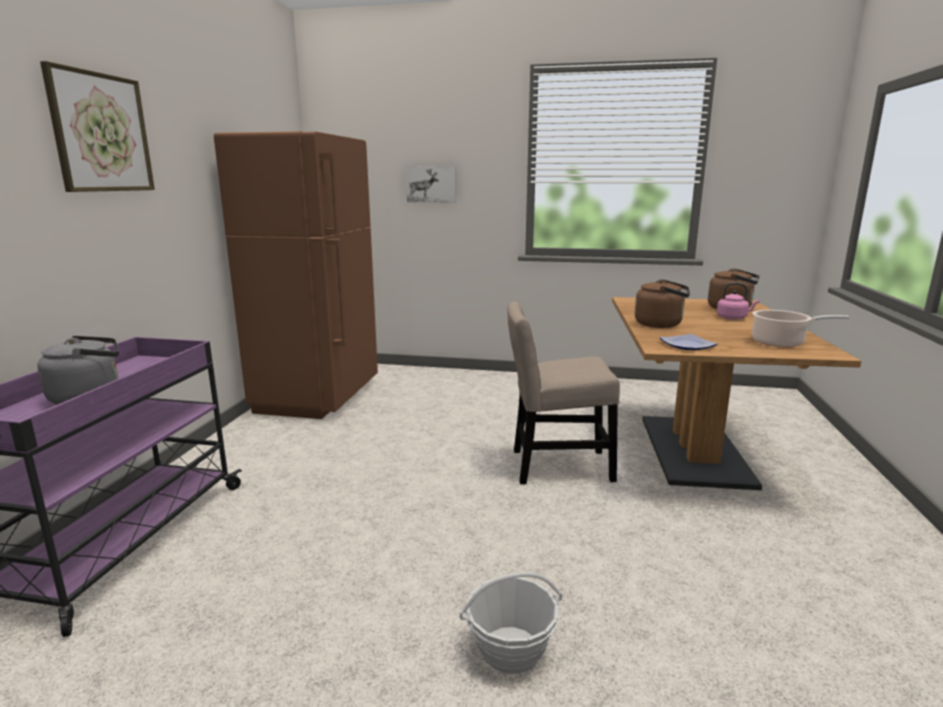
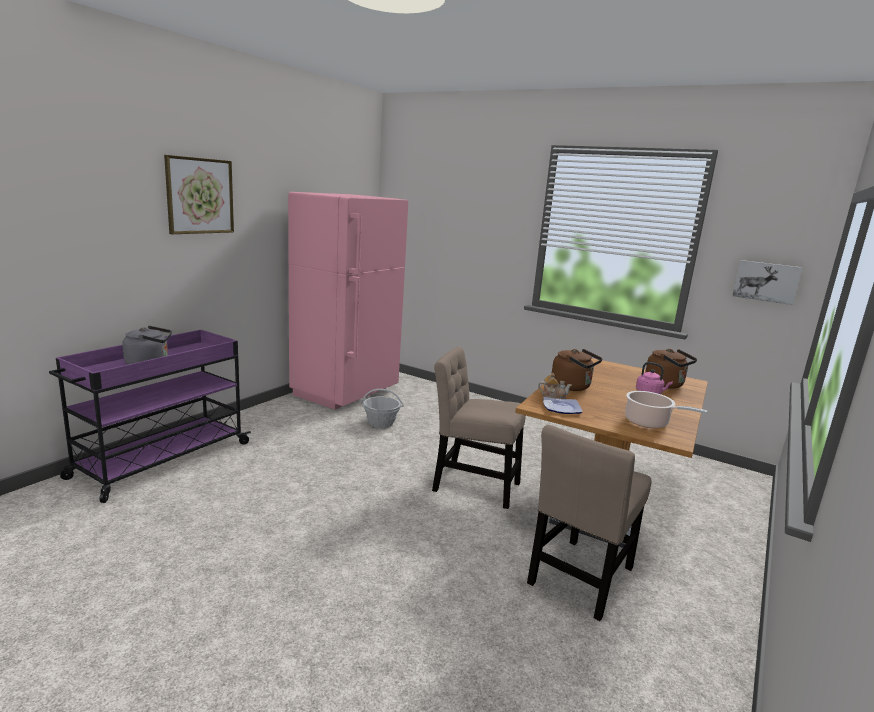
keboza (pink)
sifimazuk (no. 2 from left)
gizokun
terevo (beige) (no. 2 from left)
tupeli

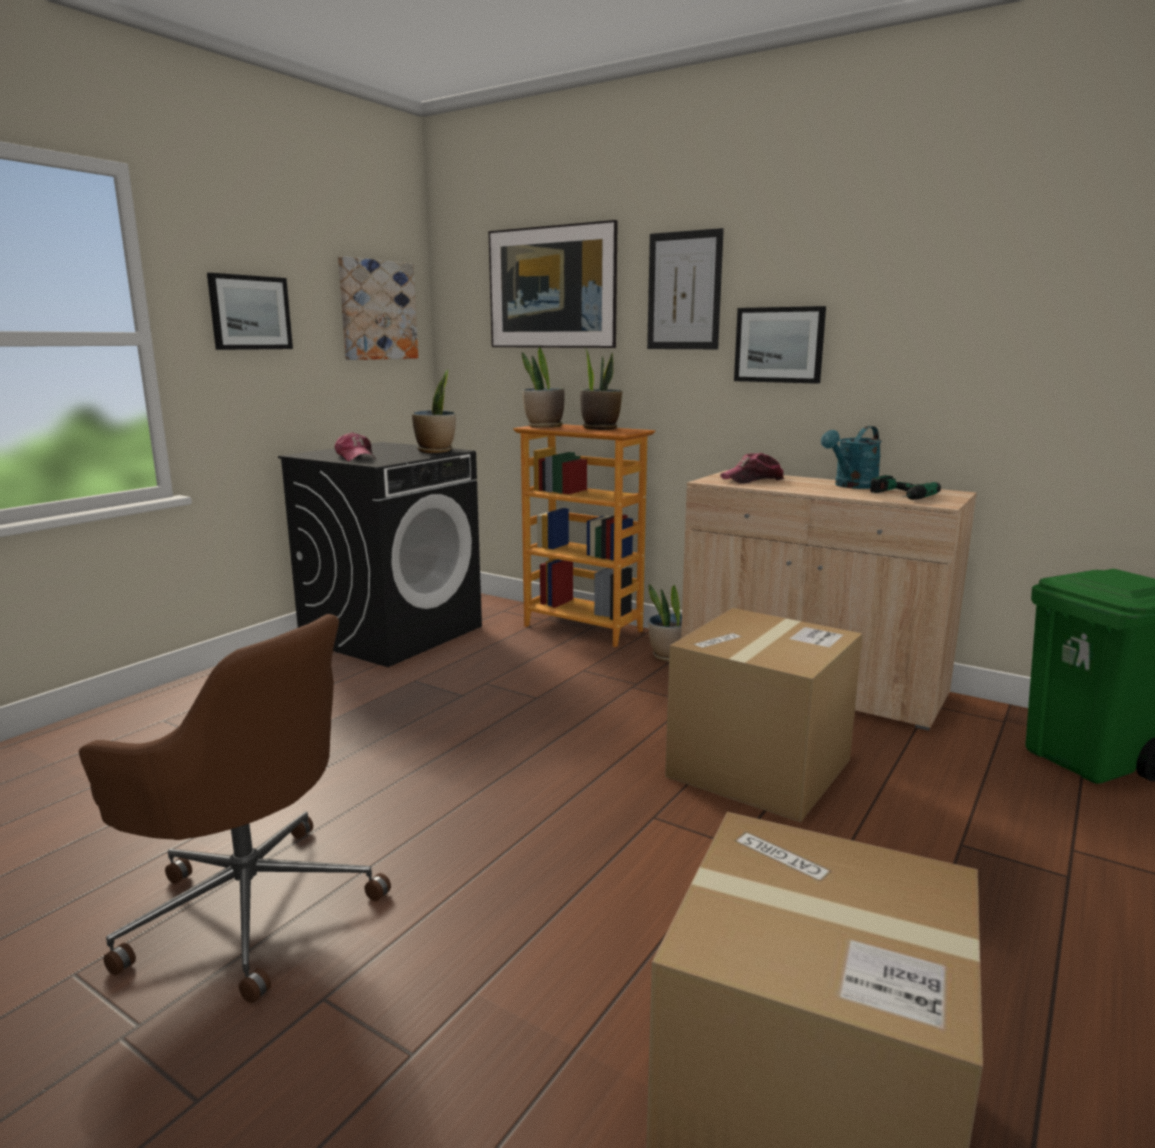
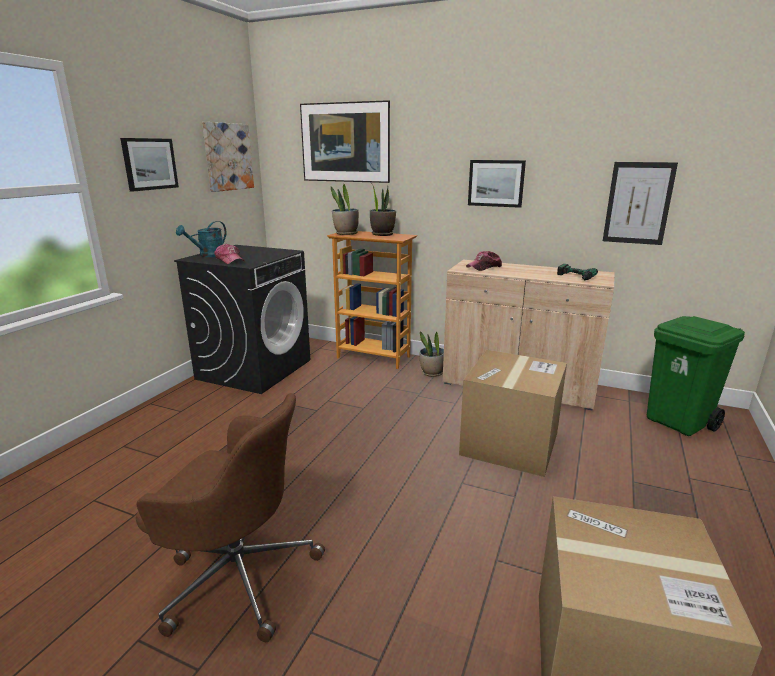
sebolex (no. 1 from left in the first image)
sifimazuk (no. 5 from left)
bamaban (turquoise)

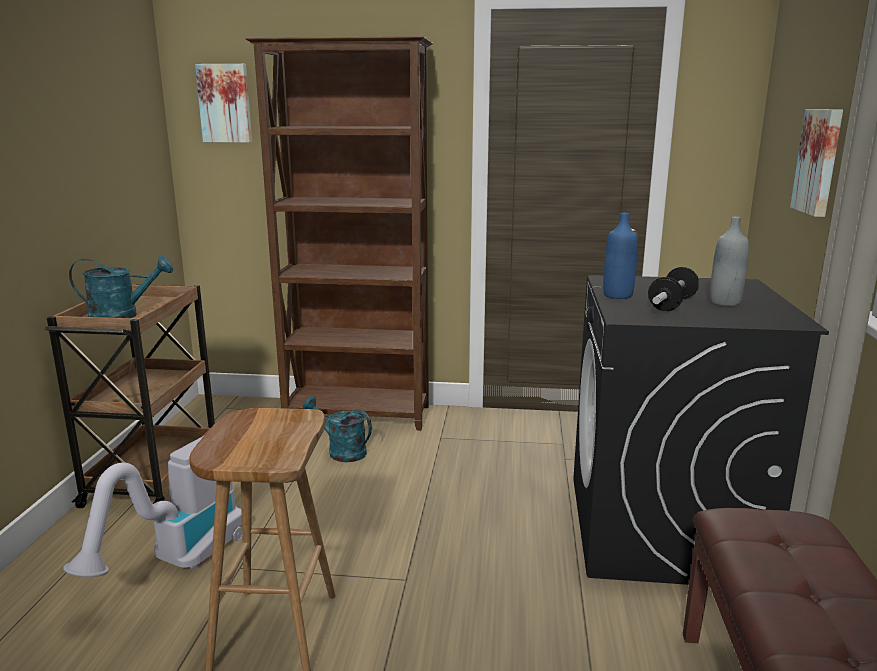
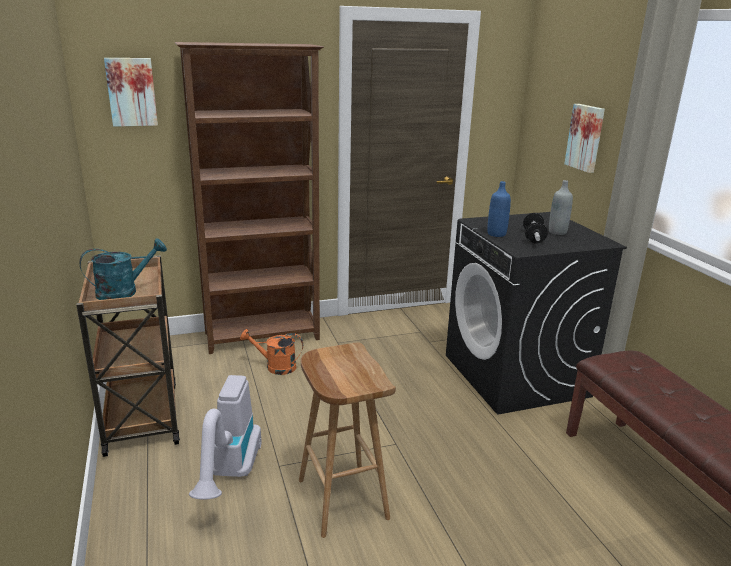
bamaban (orange)

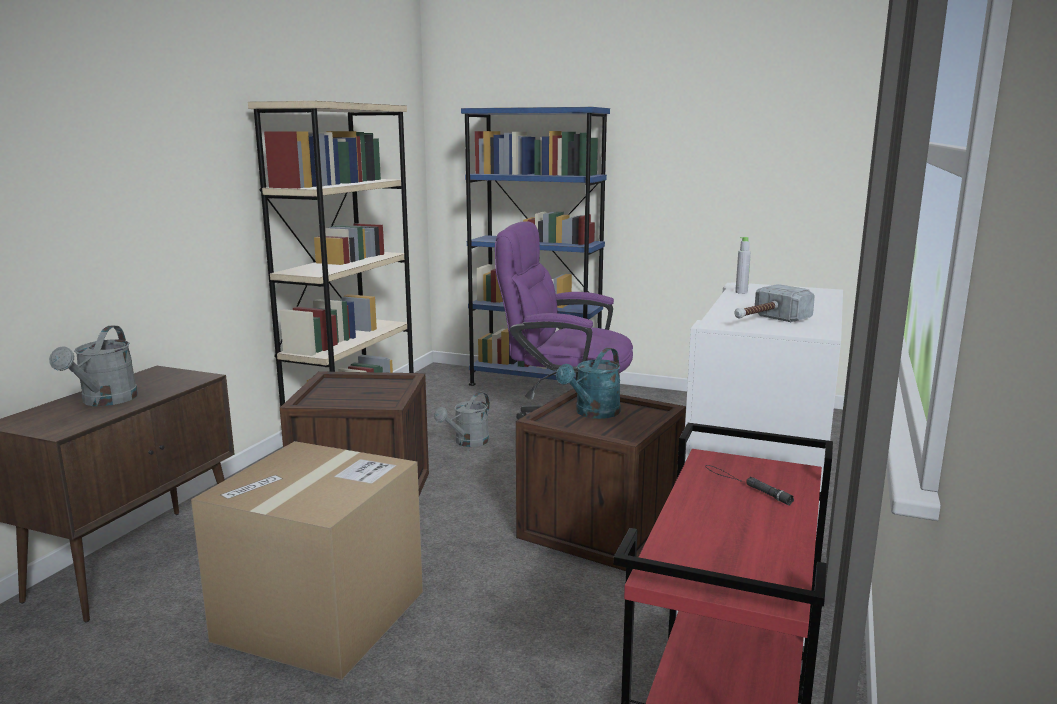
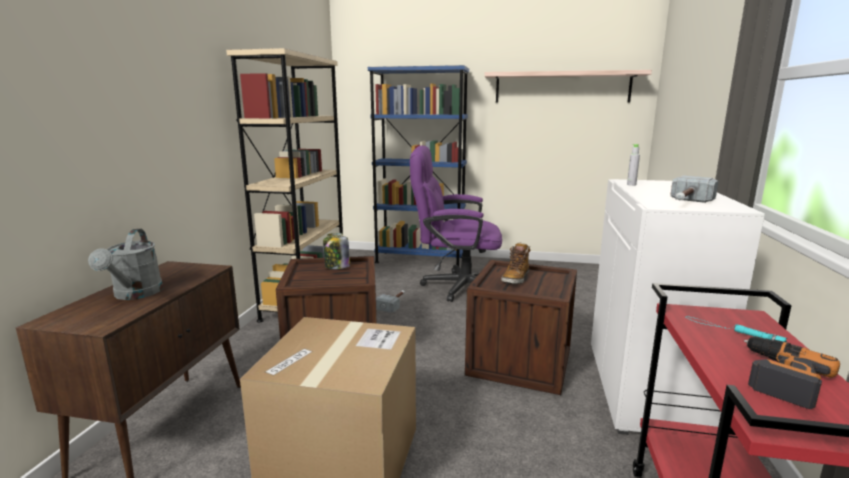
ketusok (no. 1 from left)
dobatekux
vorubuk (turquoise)
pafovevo
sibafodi
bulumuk

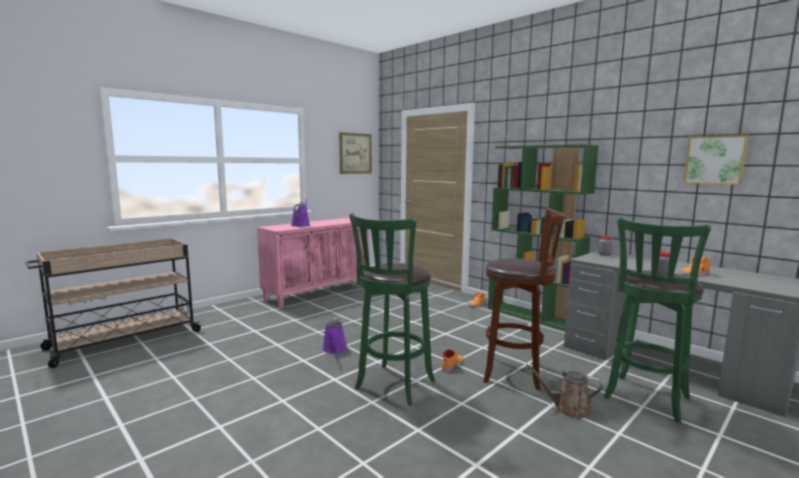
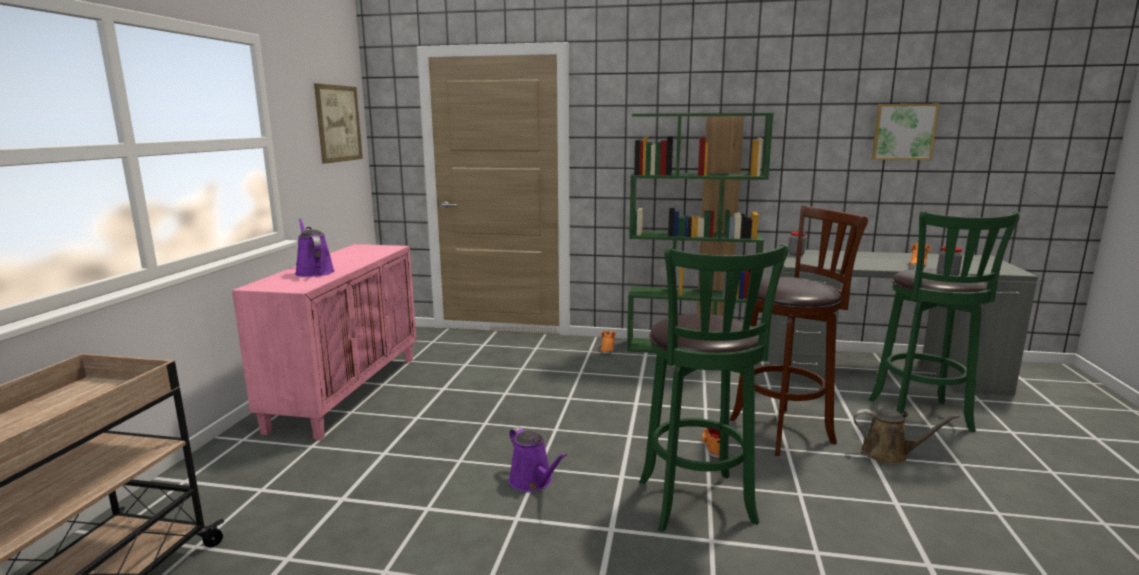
bamaban (brown)

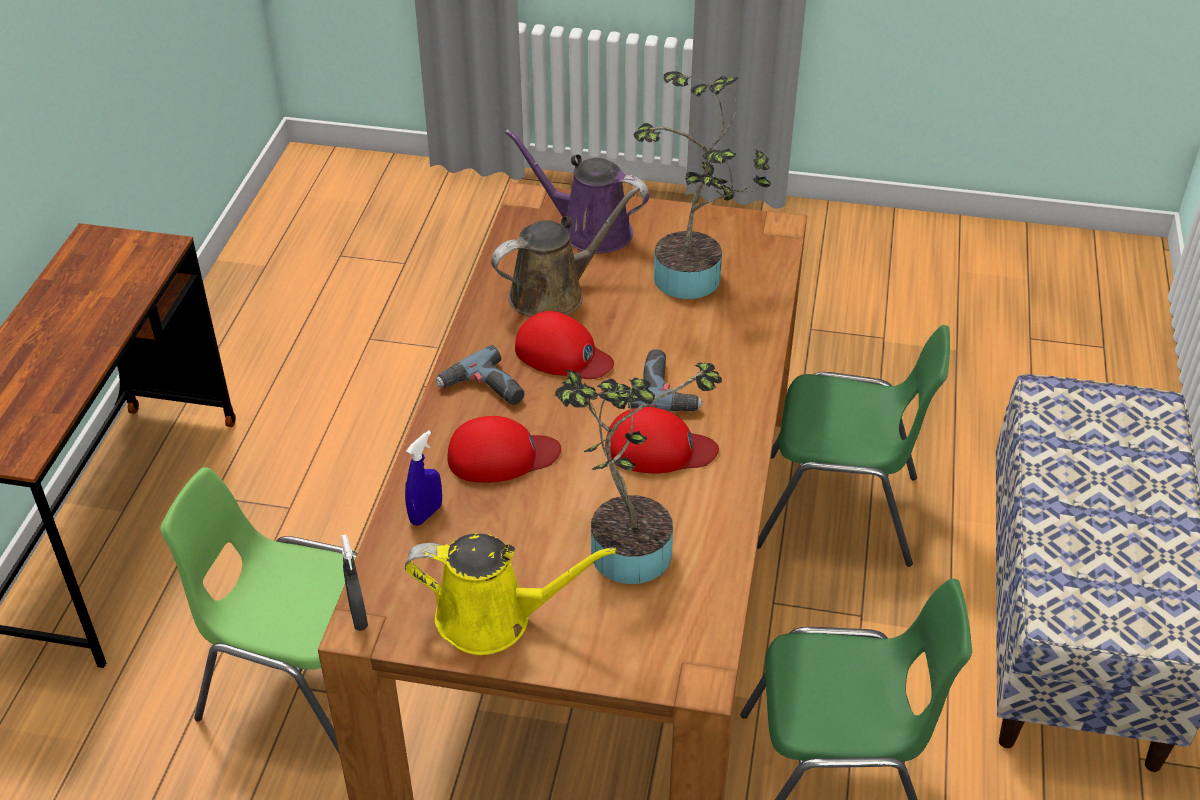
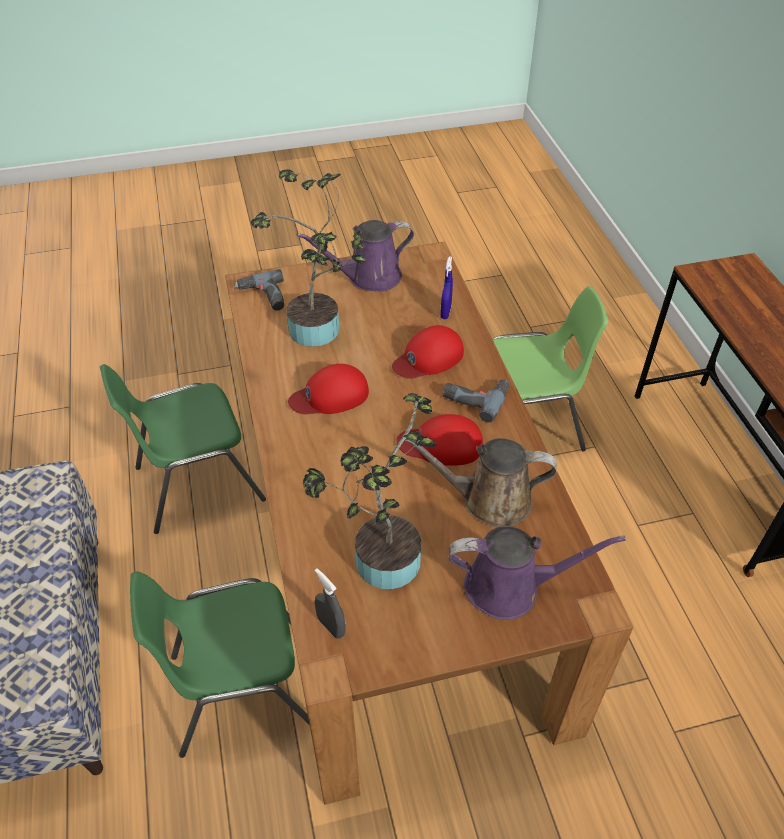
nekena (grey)
bamaban (purple) (no. 1 from left)
bamaban (brown)
bulumuk (no. 1 from left)

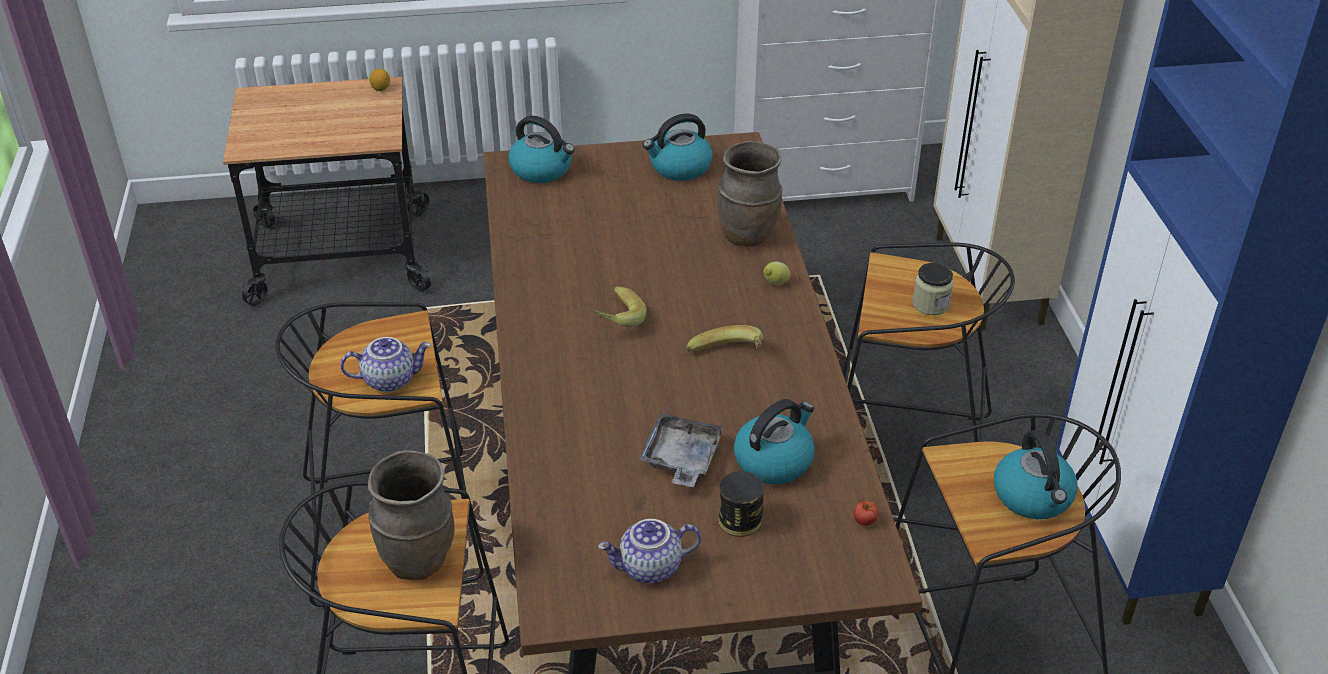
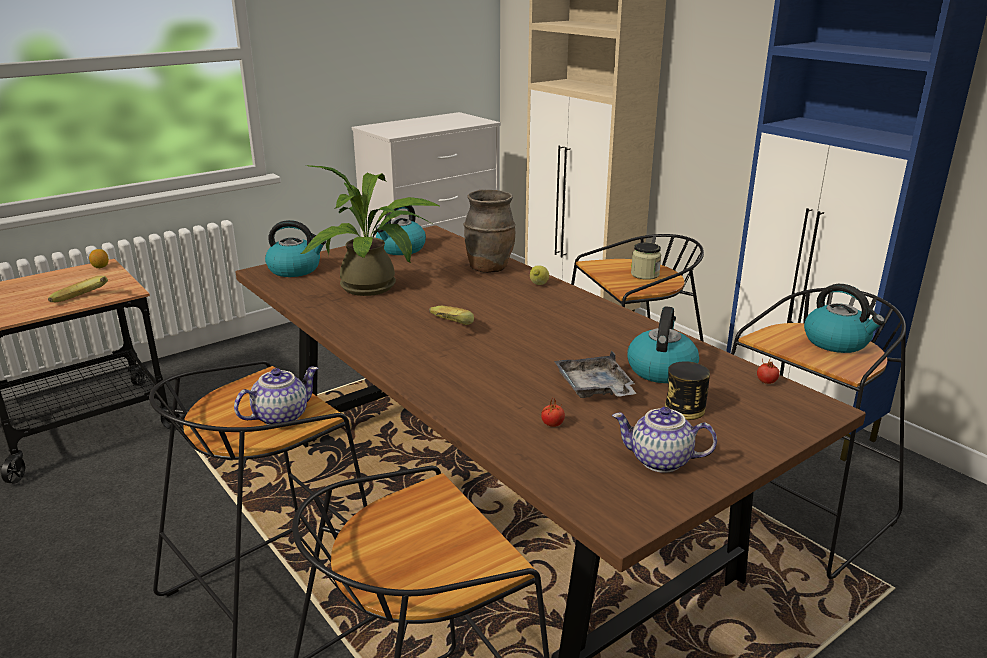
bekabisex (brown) (no. 1 from left in the first image)
tupeli (no. 2 from left)
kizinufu (no. 1 from left)
sebolex
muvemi (no. 1 from left)

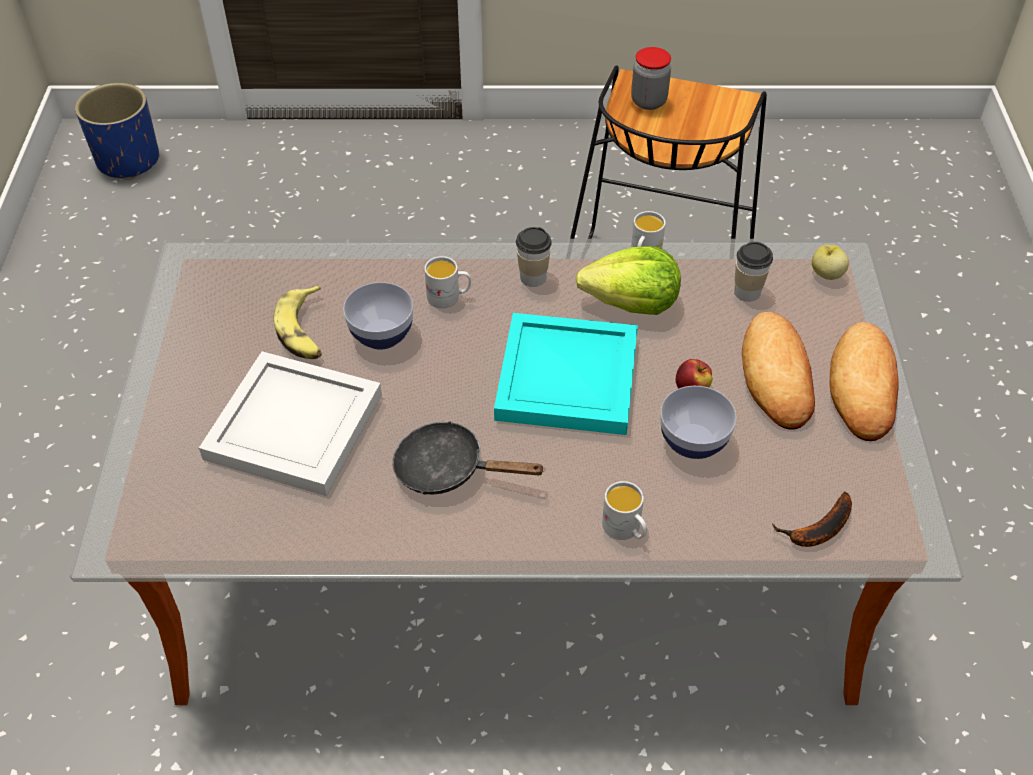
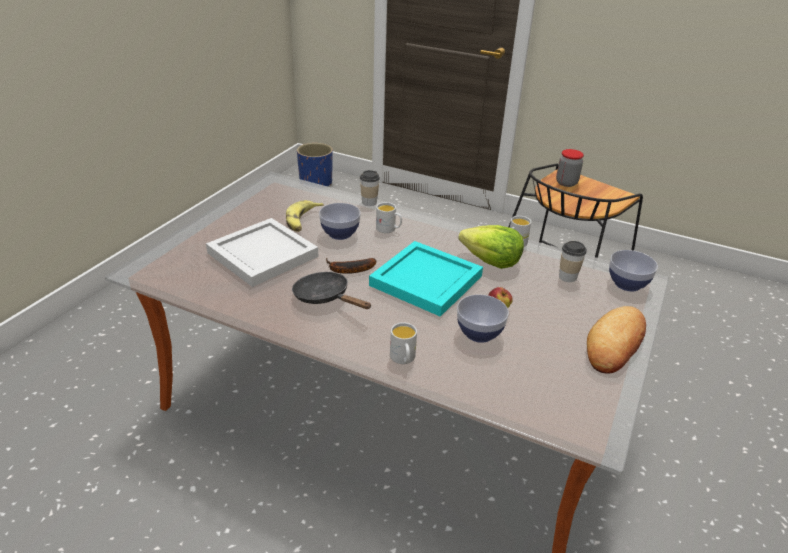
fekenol (no. 1 from left)
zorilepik (no. 1 from left in the first image)
kizinufu (no. 2 from left)
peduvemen (no. 3 from left)

